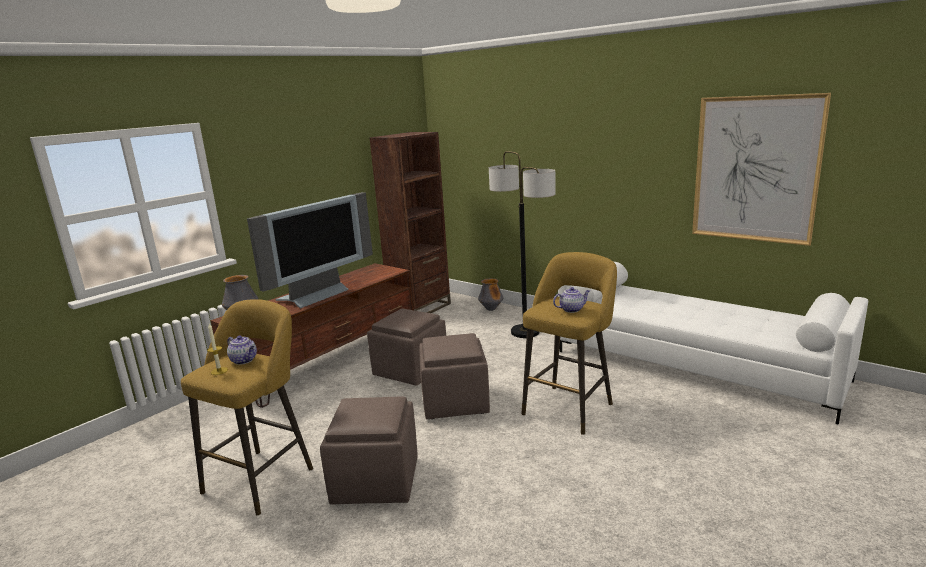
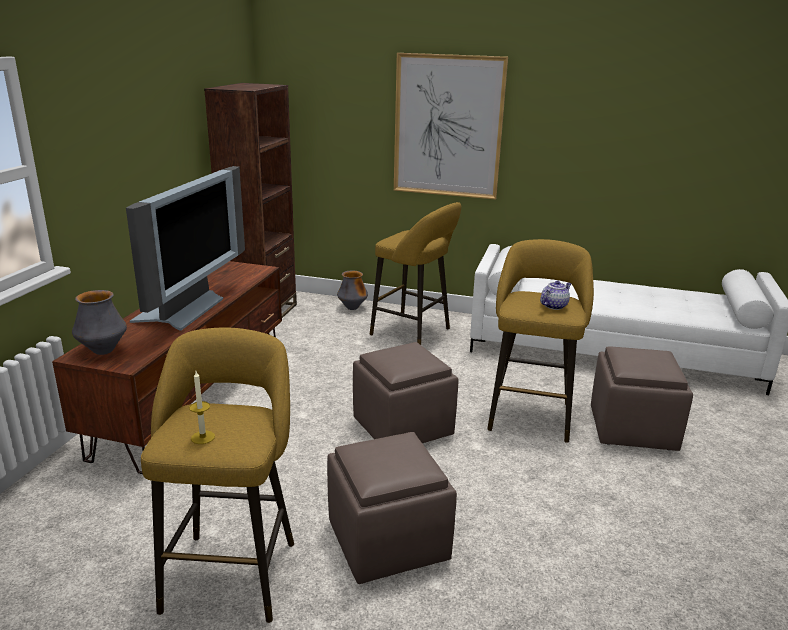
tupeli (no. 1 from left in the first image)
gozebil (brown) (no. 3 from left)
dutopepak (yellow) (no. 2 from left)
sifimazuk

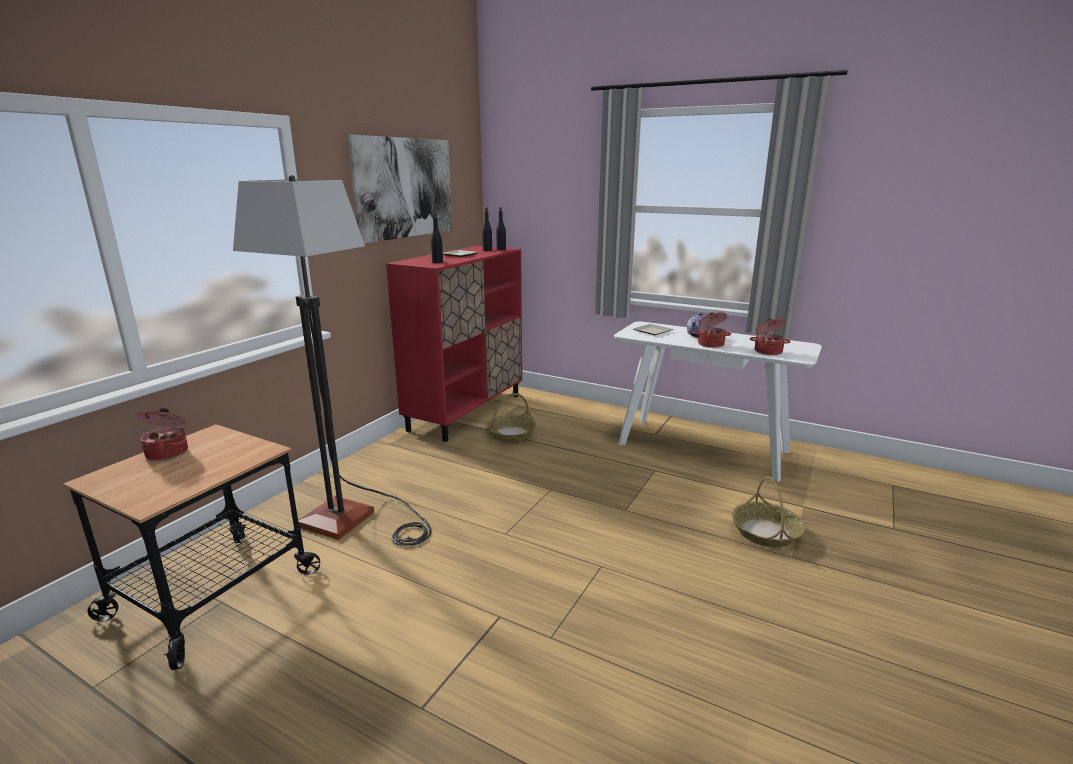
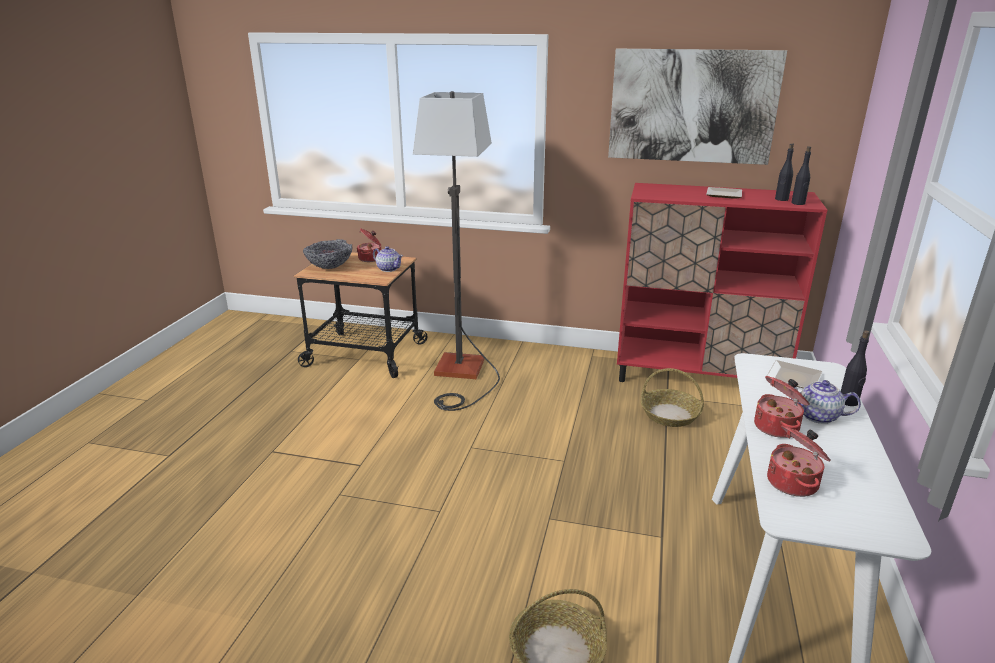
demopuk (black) (no. 3 from left)
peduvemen
tupeli (no. 1 from left)

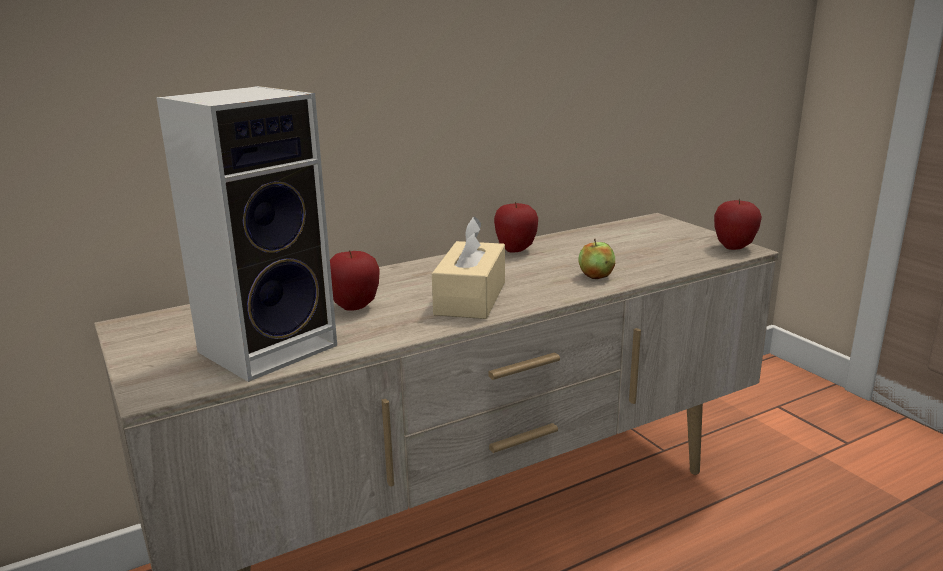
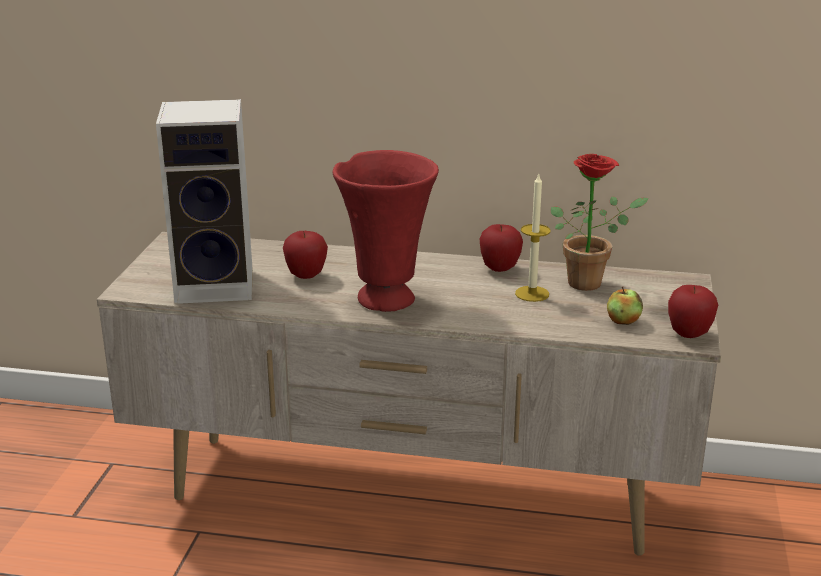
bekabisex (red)
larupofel (no. 3 from left)
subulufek
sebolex

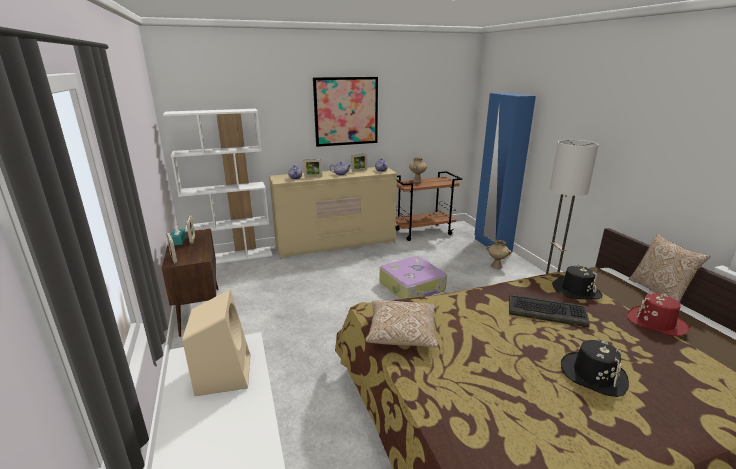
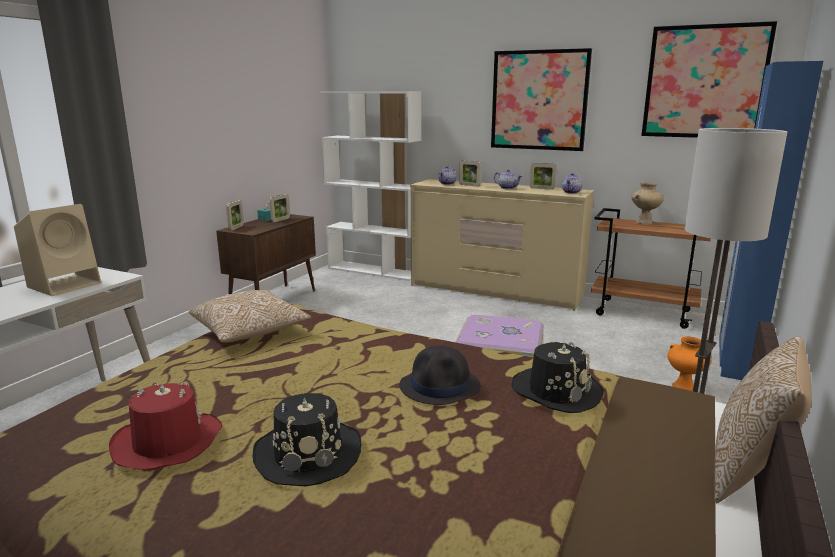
bekabisex (orange)
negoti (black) (no. 2 from left)
negoti (red)
sifimazuk (no. 2 from left)

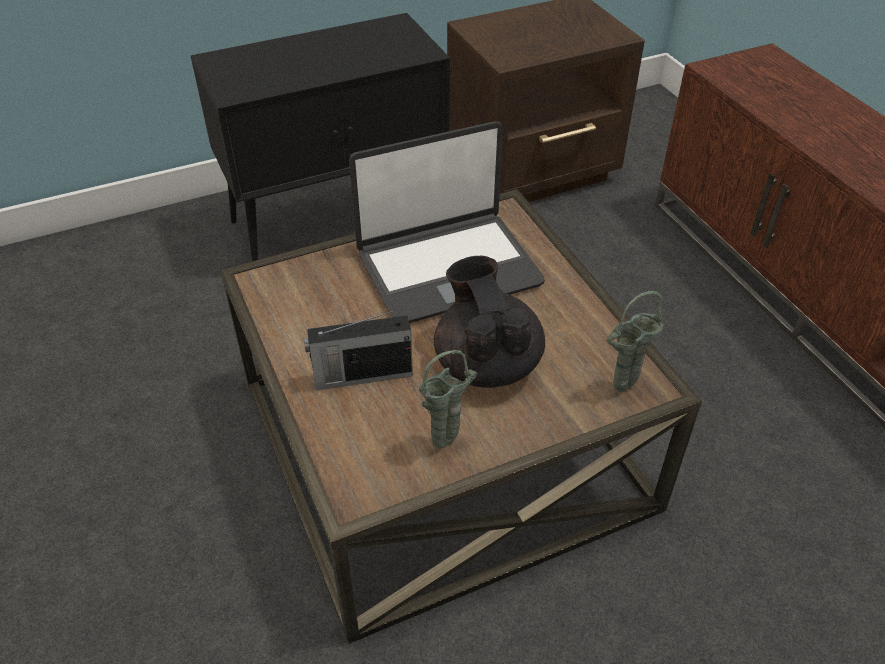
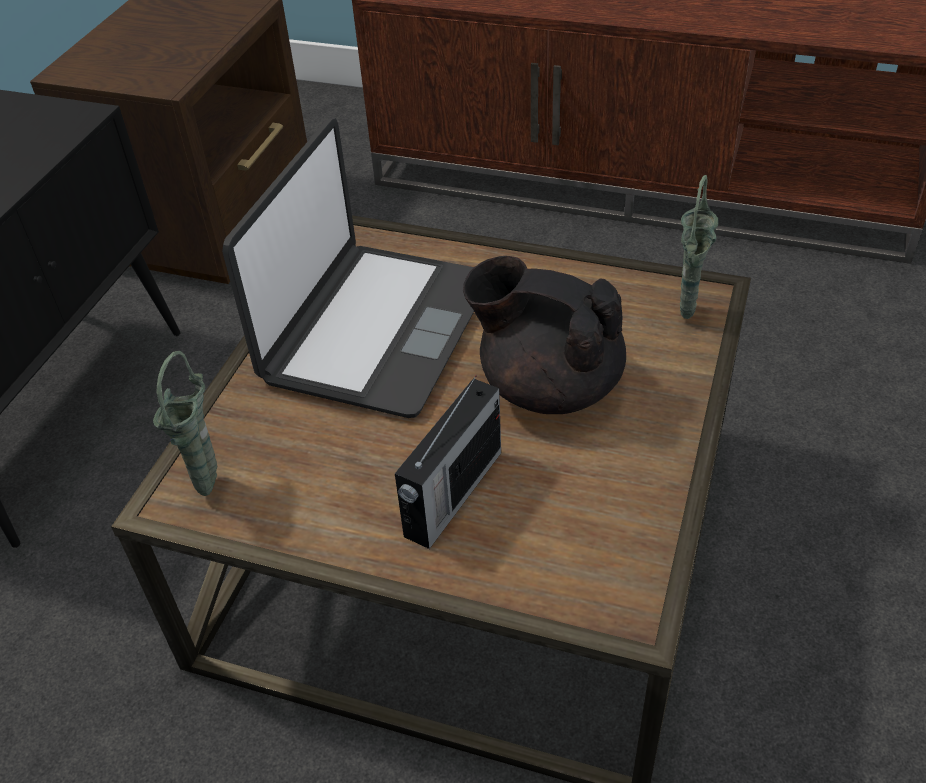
bekabisex (green) (no. 1 from left)

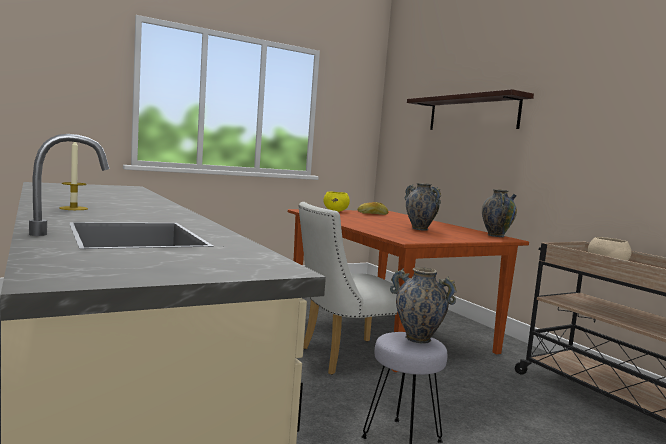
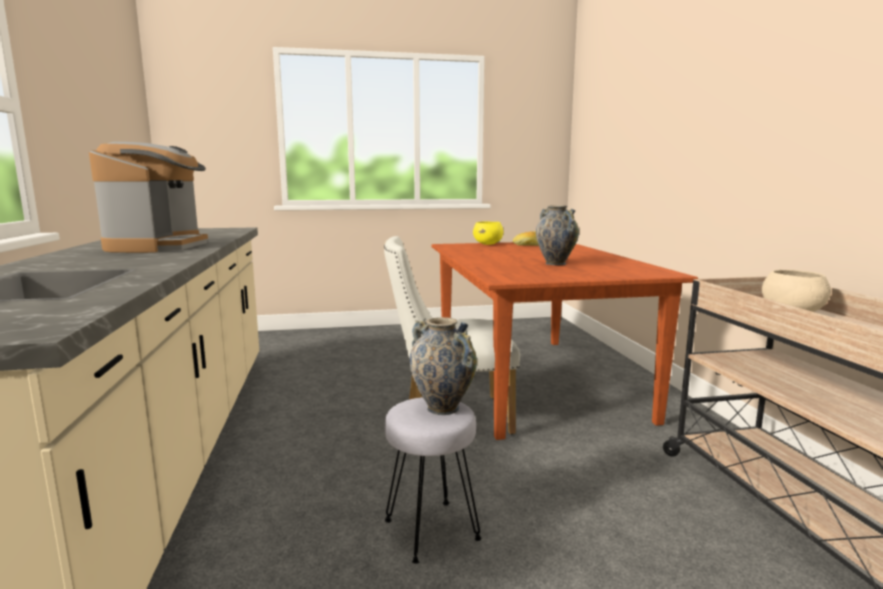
subulufek
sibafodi
bekabisex (no. 3 from left in the first image)
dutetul

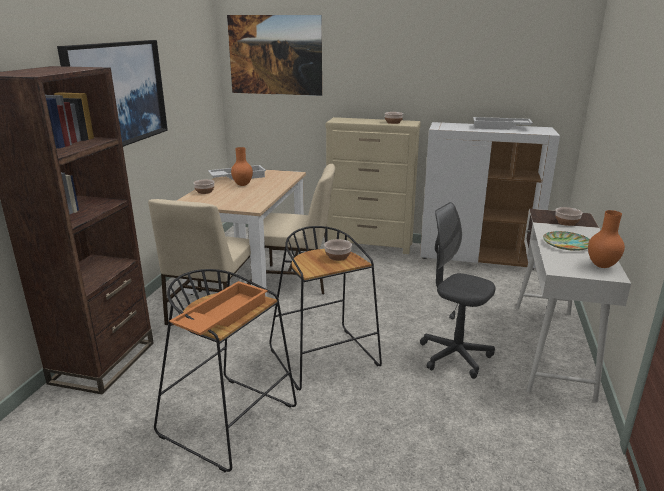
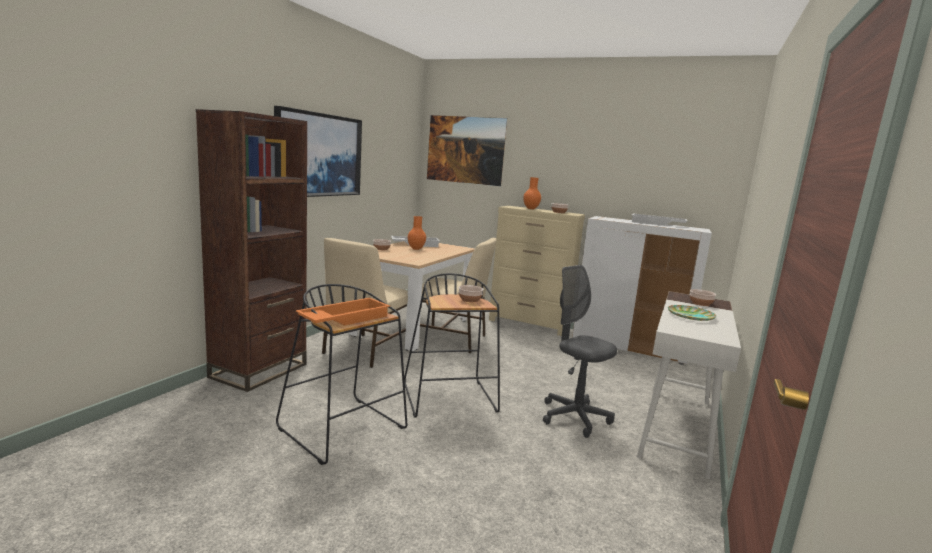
bekabisex (orange) (no. 2 from left)

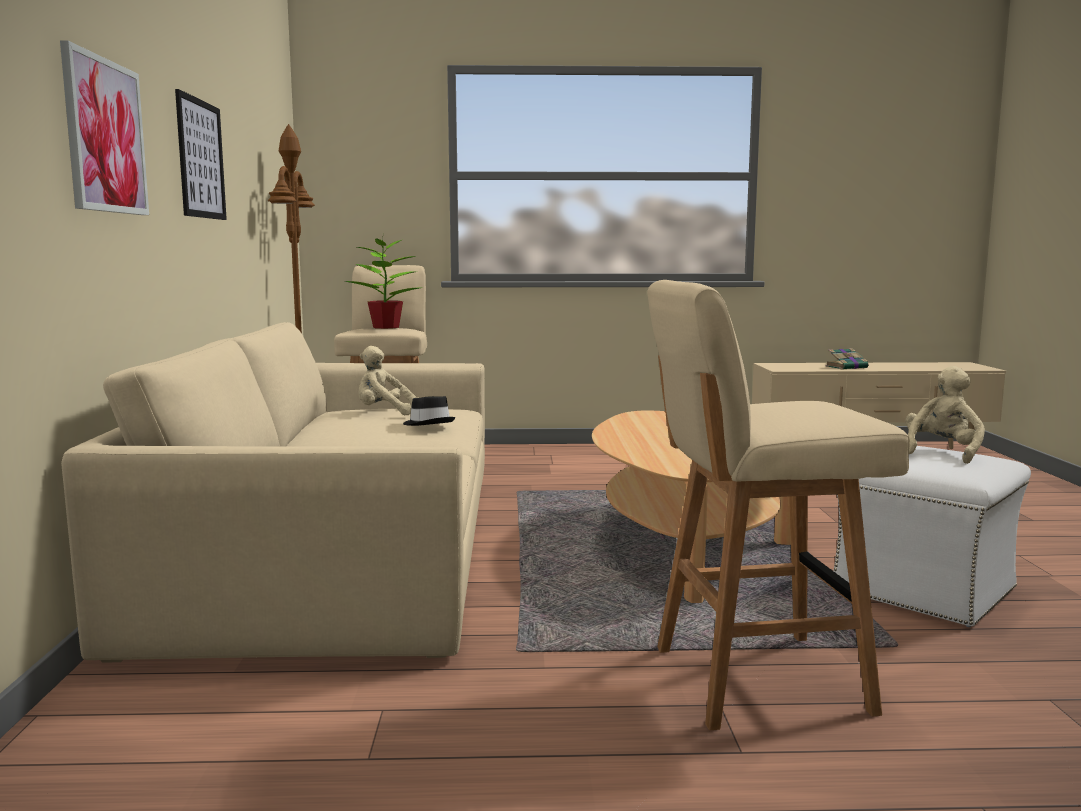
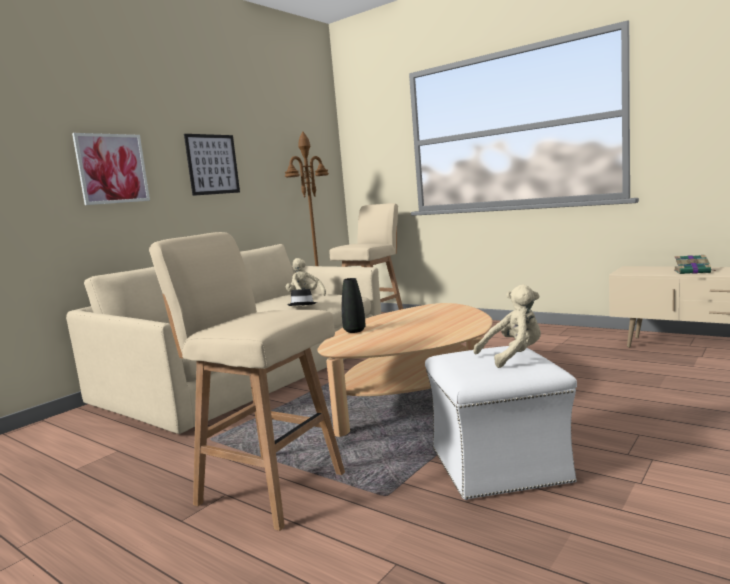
sebolex
bekabisex (black)

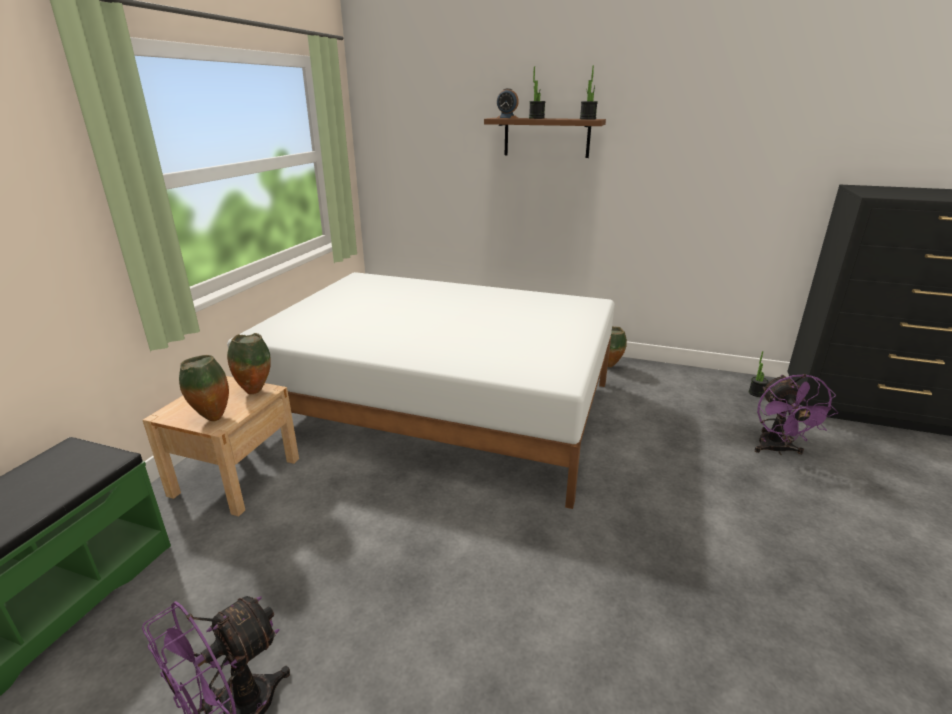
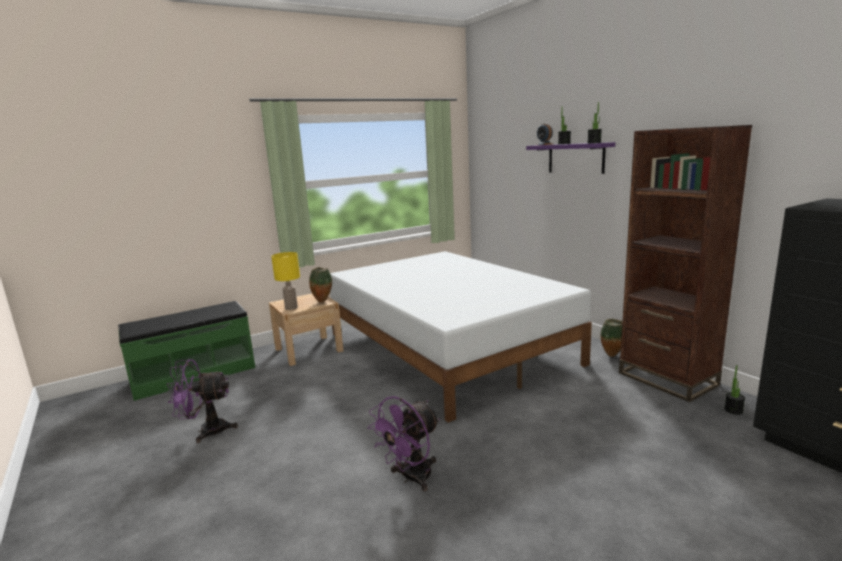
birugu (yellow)
sibafodi (purple)
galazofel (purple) (no. 2 from left)
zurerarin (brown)

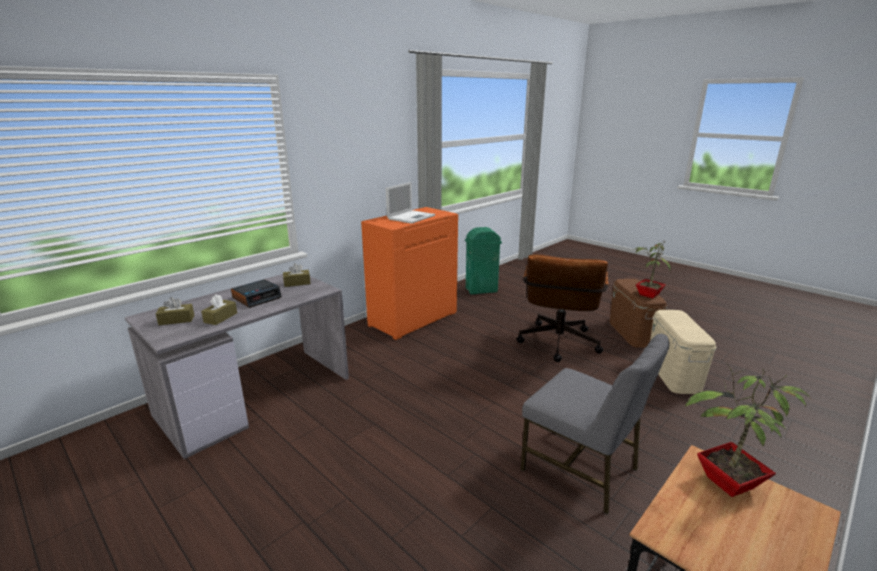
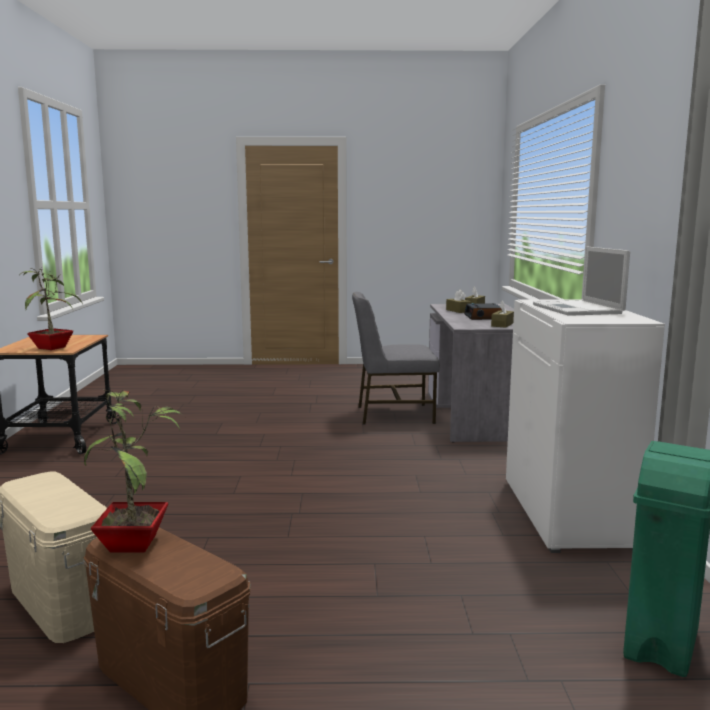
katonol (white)
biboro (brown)
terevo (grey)

